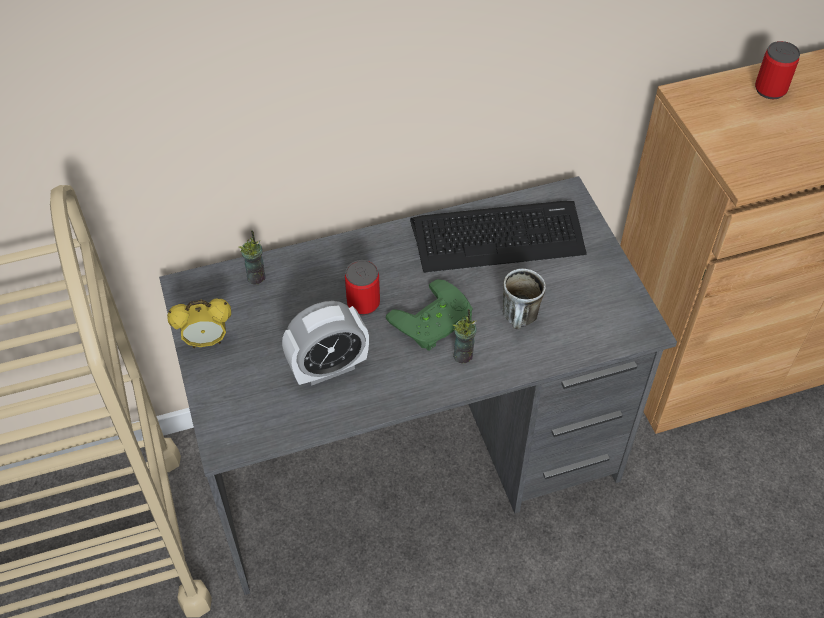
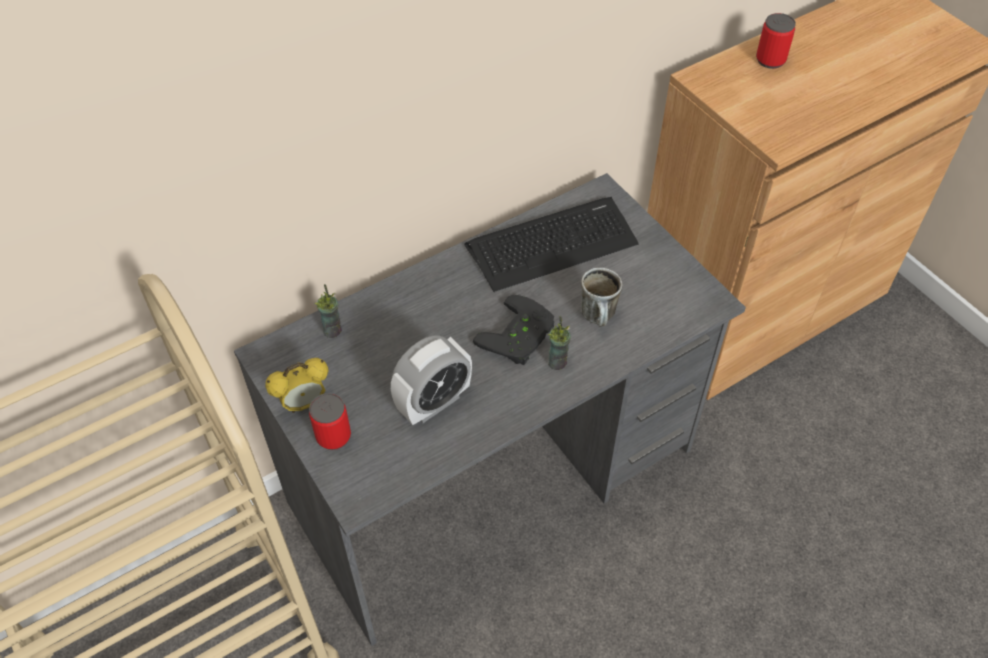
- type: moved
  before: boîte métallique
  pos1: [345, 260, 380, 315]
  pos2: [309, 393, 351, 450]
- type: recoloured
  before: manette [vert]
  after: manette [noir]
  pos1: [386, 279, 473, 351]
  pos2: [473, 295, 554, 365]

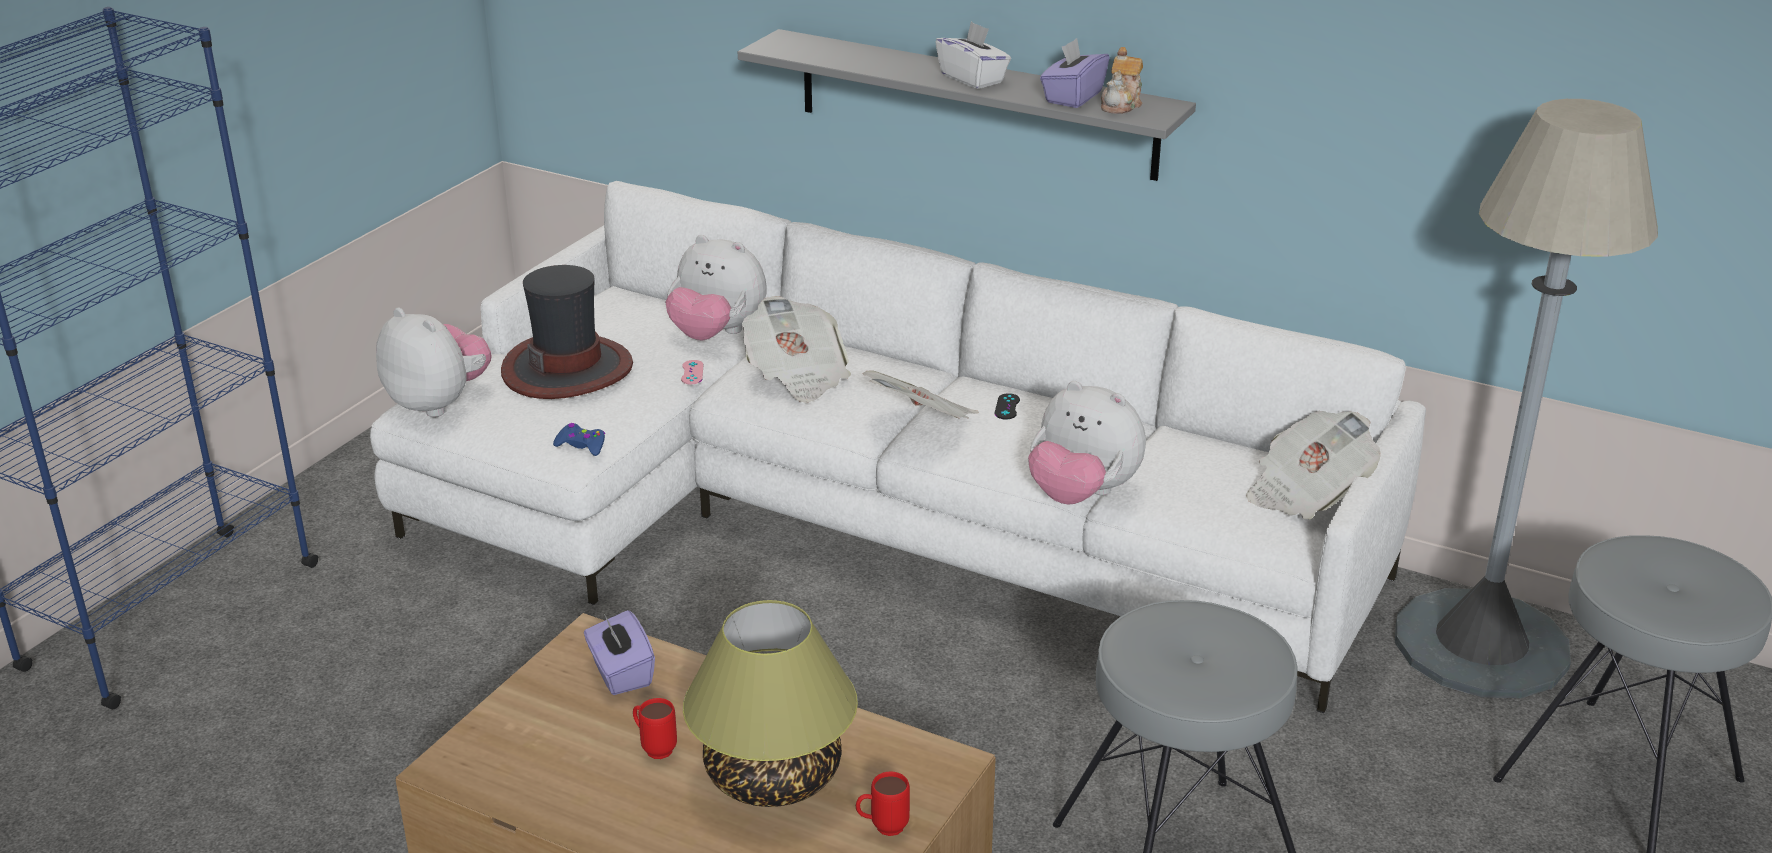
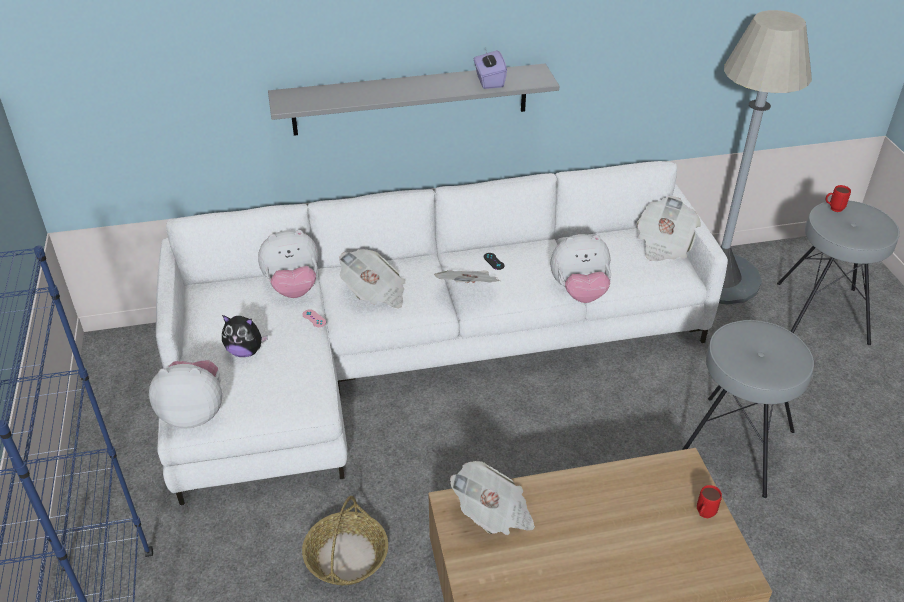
- type: removed
  before: manette [bleu]
  pos1: [553, 423, 605, 456]
- type: removed
  before: lampe de table
  pos1: [683, 600, 858, 807]
- type: removed
  before: boîte à mouchoirs [blanc]
  pos1: [935, 21, 1011, 89]
- type: removed
  before: théière
  pos1: [1101, 47, 1143, 114]
- type: added
  after: panier
  pos2: [302, 496, 388, 585]
- type: moved
  before: mug [rouge]
  pos1: [633, 698, 677, 759]
  pos2: [826, 185, 851, 212]
- type: replaced
  before: chapeau
  after: peluche
  pos1: [501, 265, 633, 399]
  pos2: [222, 315, 268, 357]
- type: replaced
  before: boîte à mouchoirs [violet]
  after: journal
  pos1: [584, 610, 655, 695]
  pos2: [450, 461, 535, 535]

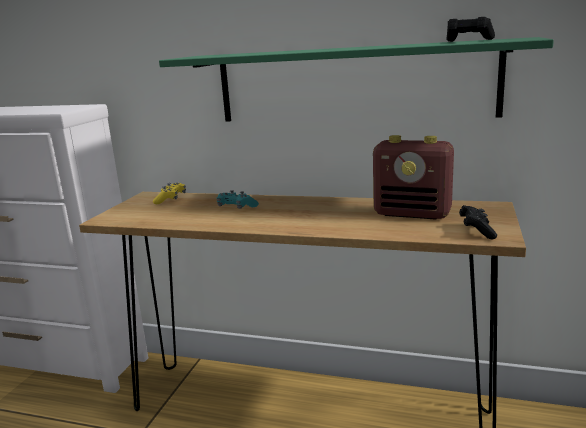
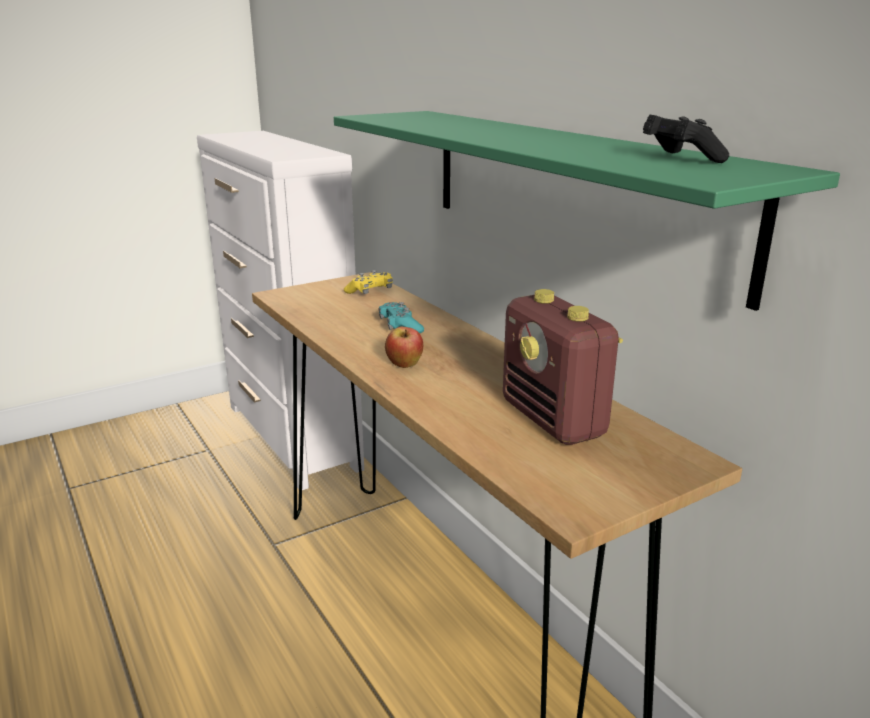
- type: removed
  before: manette [noir]
  pos1: [459, 205, 497, 239]
- type: added
  after: pomme
  pos2: [385, 327, 423, 368]

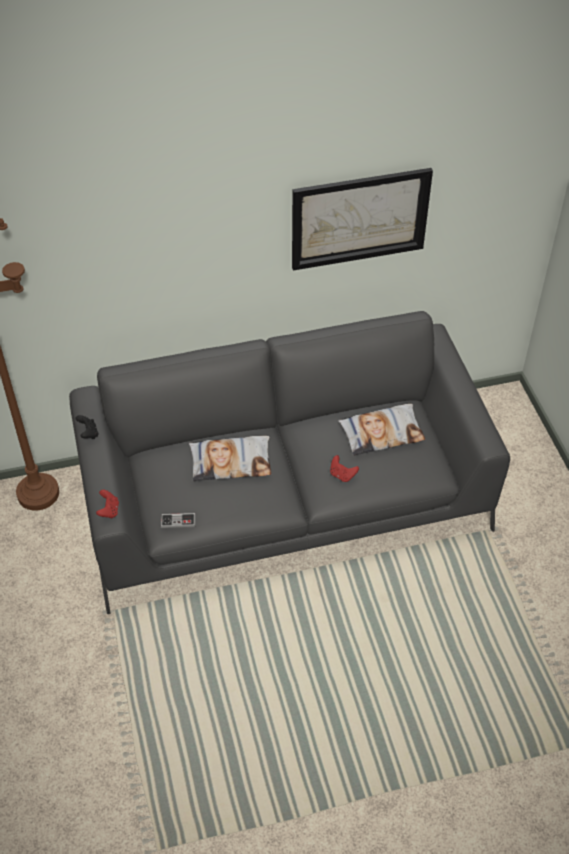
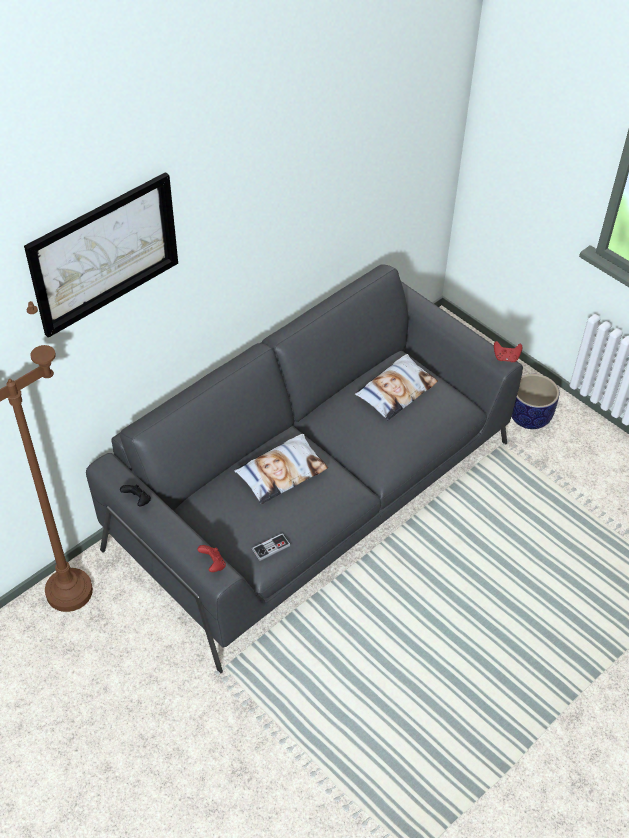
- type: added
  after: cache-pot
  pos2: [511, 374, 559, 429]
- type: moved
  before: tableau
  pos1: [292, 168, 433, 271]
  pos2: [24, 172, 178, 338]
- type: moved
  before: manette [rouge]
  pos1: [330, 455, 359, 482]
  pos2: [494, 341, 522, 362]

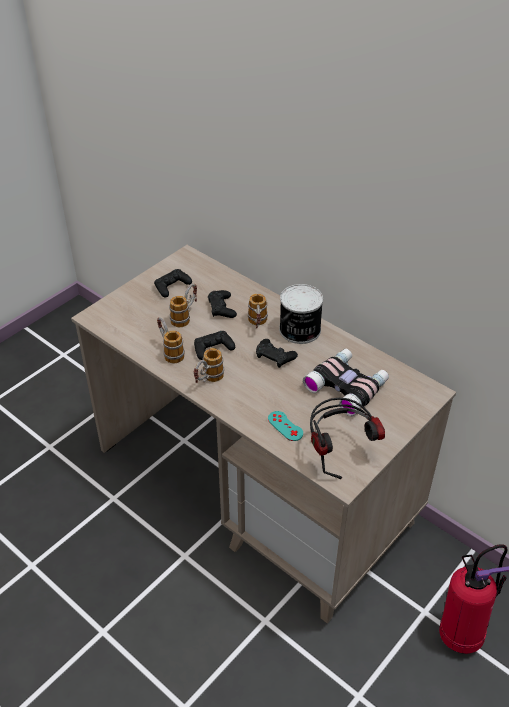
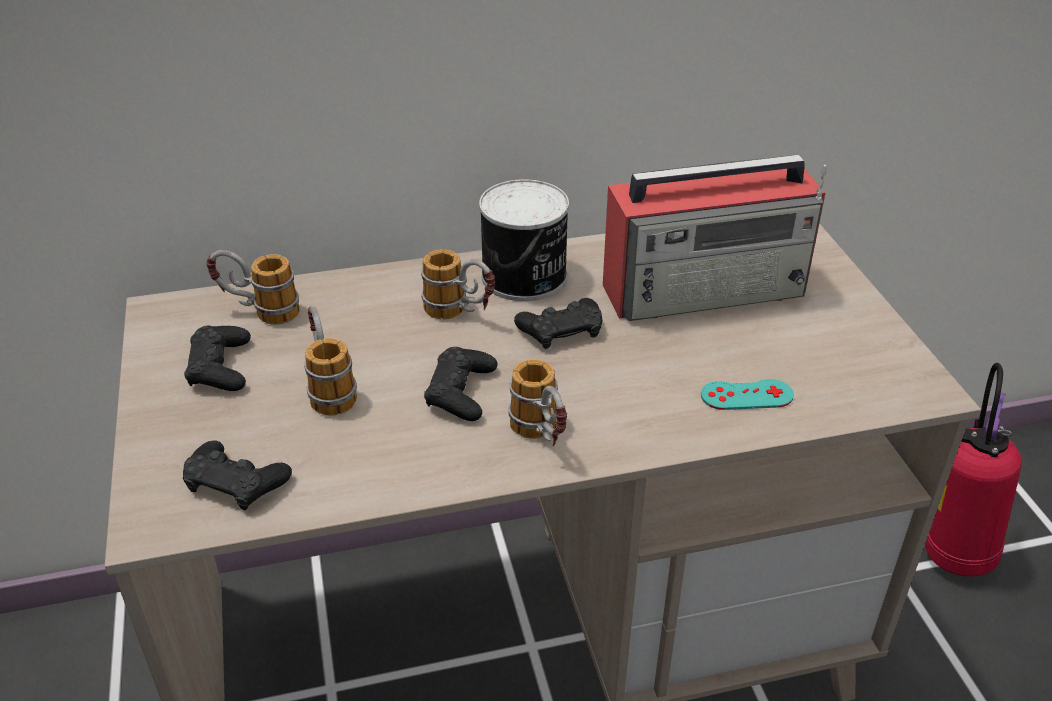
- type: removed
  before: casque audio
  pos1: [310, 398, 385, 479]
- type: moved
  before: mug
  pos1: [157, 317, 185, 363]
  pos2: [206, 250, 300, 325]
- type: moved
  before: manette [noir]
  pos1: [208, 290, 237, 318]
  pos2: [183, 440, 292, 511]
- type: replaced
  before: jumelles
  after: radio
  pos1: [303, 349, 389, 416]
  pos2: [603, 155, 827, 321]

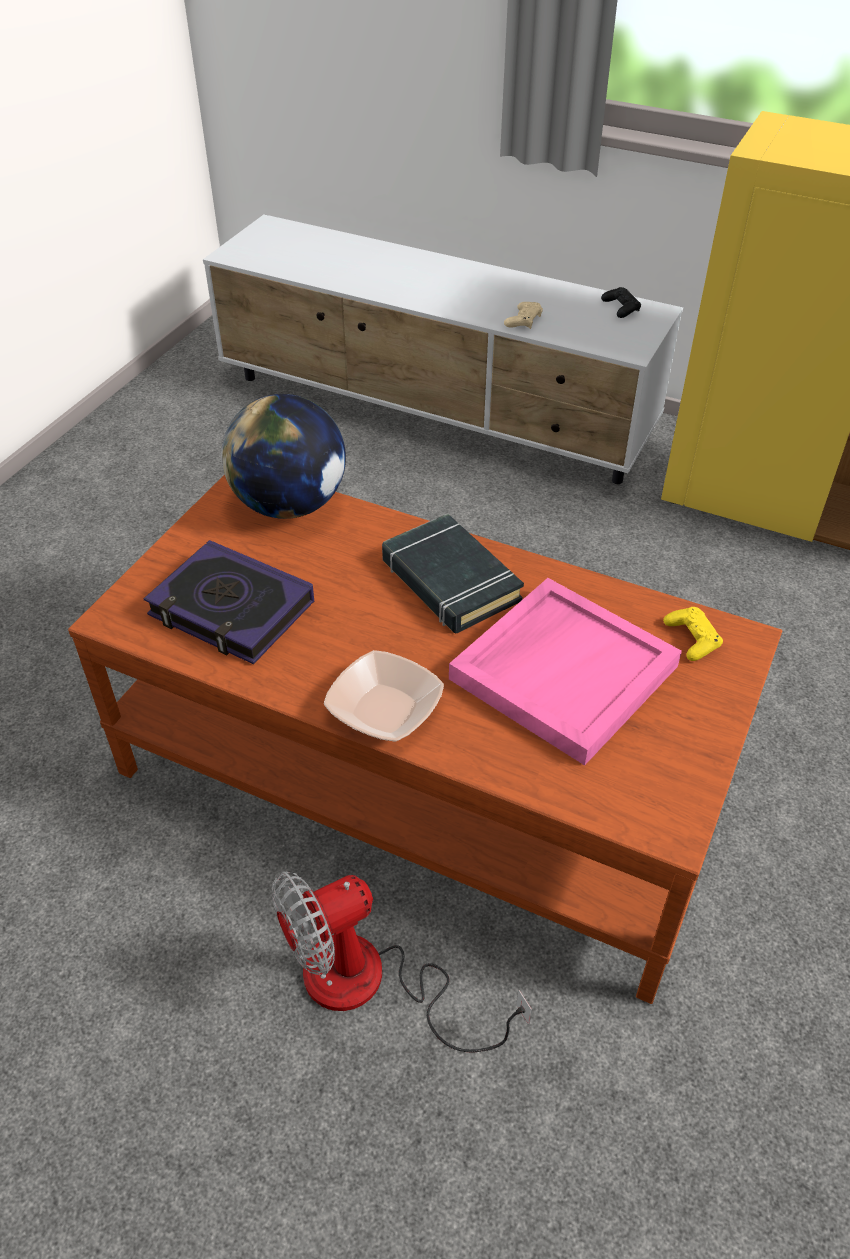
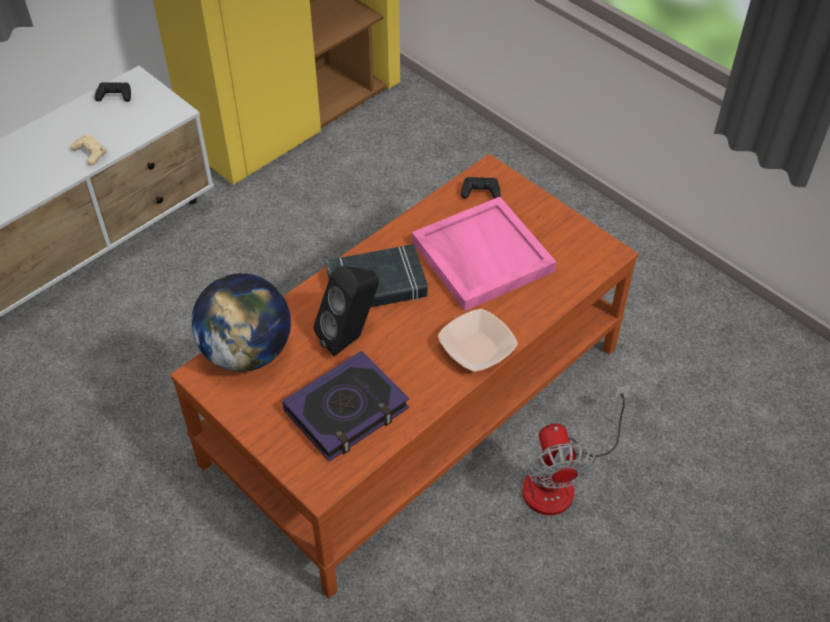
- type: added
  after: enceinte [noir]
  pos2: [313, 266, 379, 356]
- type: recoloured
  before: manette [jaune]
  after: manette [noir]
  pos1: [663, 607, 723, 661]
  pos2: [461, 177, 501, 199]

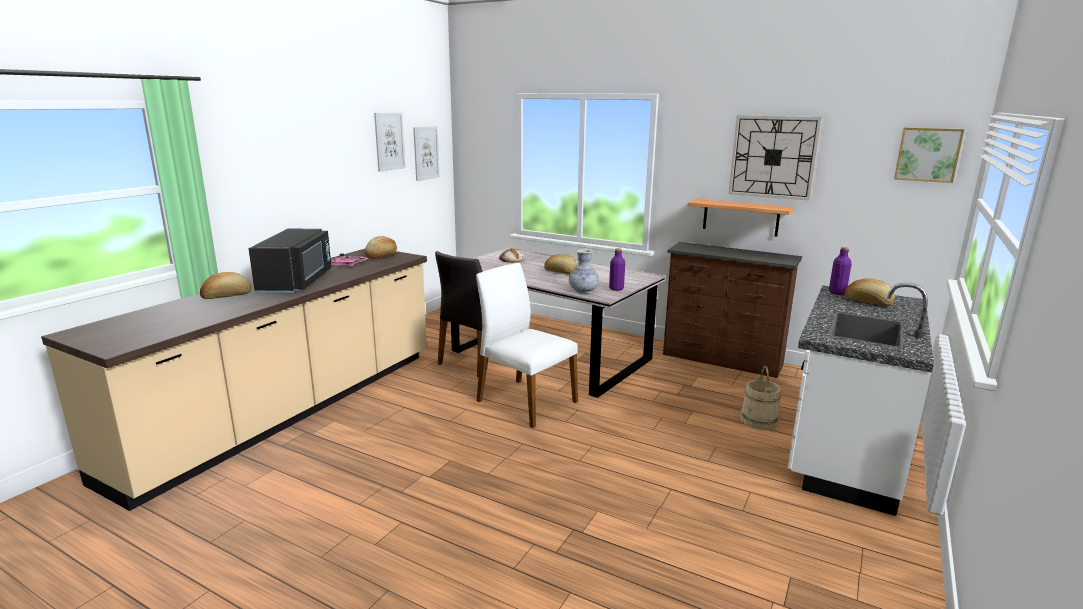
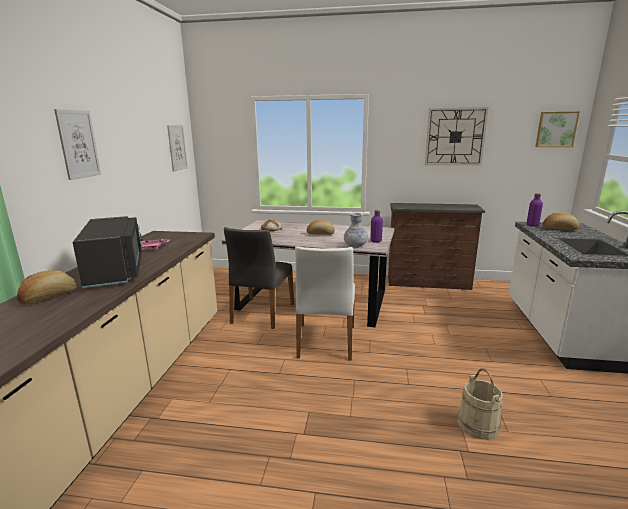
- type: removed
  before: pain
  pos1: [364, 236, 397, 259]
- type: removed
  before: étagère
  pos1: [688, 199, 794, 237]
- type: moved
  before: tableau
  pos1: [374, 112, 406, 171]
  pos2: [54, 109, 101, 180]
- type: moved
  before: seau [beige]
  pos1: [740, 366, 781, 430]
  pos2: [458, 368, 503, 440]
- type: turned
  before: chaise [blanc]
  pos1: [476, 263, 578, 428]
  pos2: [295, 246, 355, 360]
  turn: -105

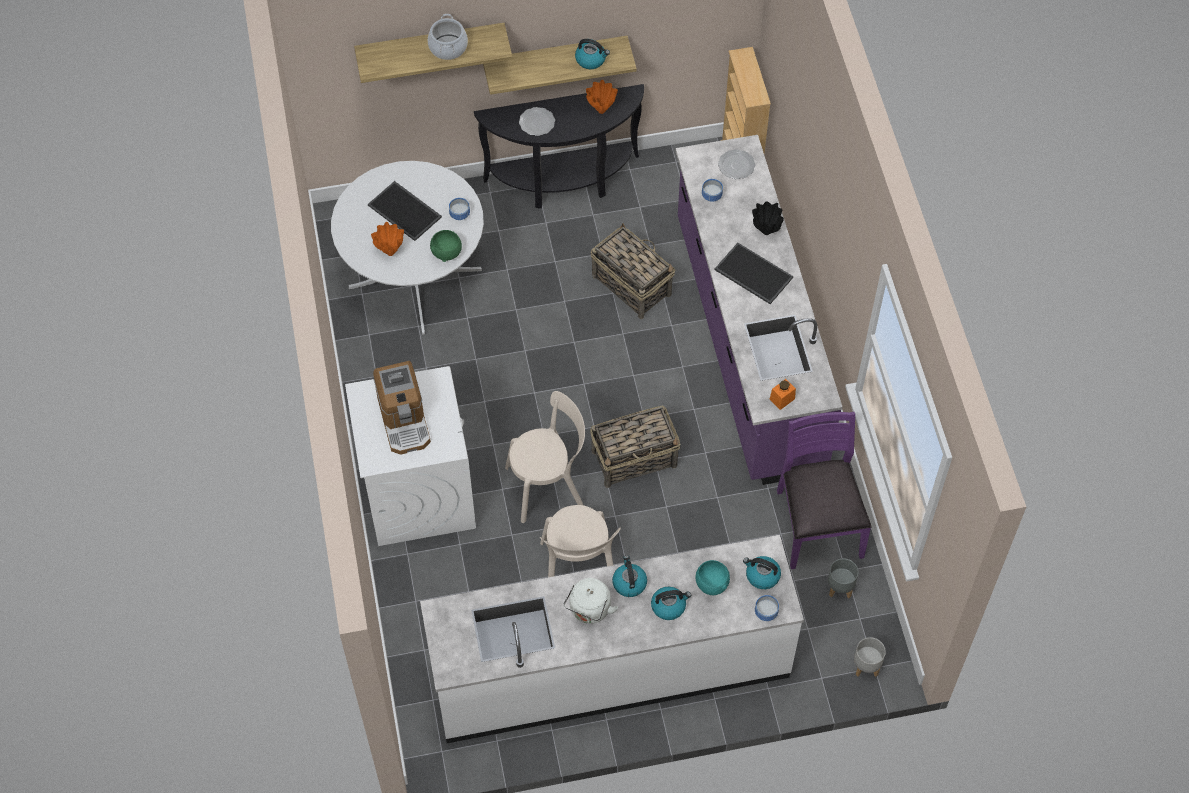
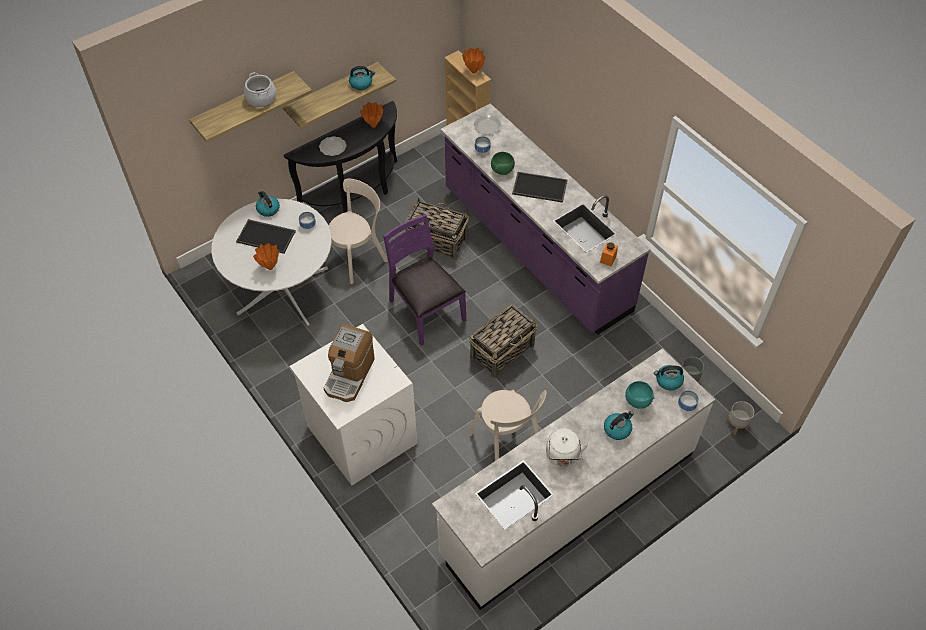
- type: removed
  before: vase [noir]
  pos1: [752, 201, 784, 235]
- type: added
  after: vase [orange]
  pos2: [462, 48, 485, 74]
- type: moved
  before: bol [vert]
  pos1: [430, 230, 462, 262]
  pos2: [491, 152, 515, 175]
- type: moved
  before: chaise [beige]
  pos1: [505, 391, 585, 523]
  pos2: [329, 178, 388, 284]
- type: moved
  before: bouilloire
  pos1: [612, 555, 647, 597]
  pos2: [256, 191, 280, 217]
- type: moved
  before: chaise [violet]
  pos1: [777, 412, 872, 569]
  pos2: [383, 214, 466, 346]
- type: turned
  before: machine à café
  pos1: [373, 361, 431, 455]
  pos2: [323, 324, 375, 402]
  turn: 60

